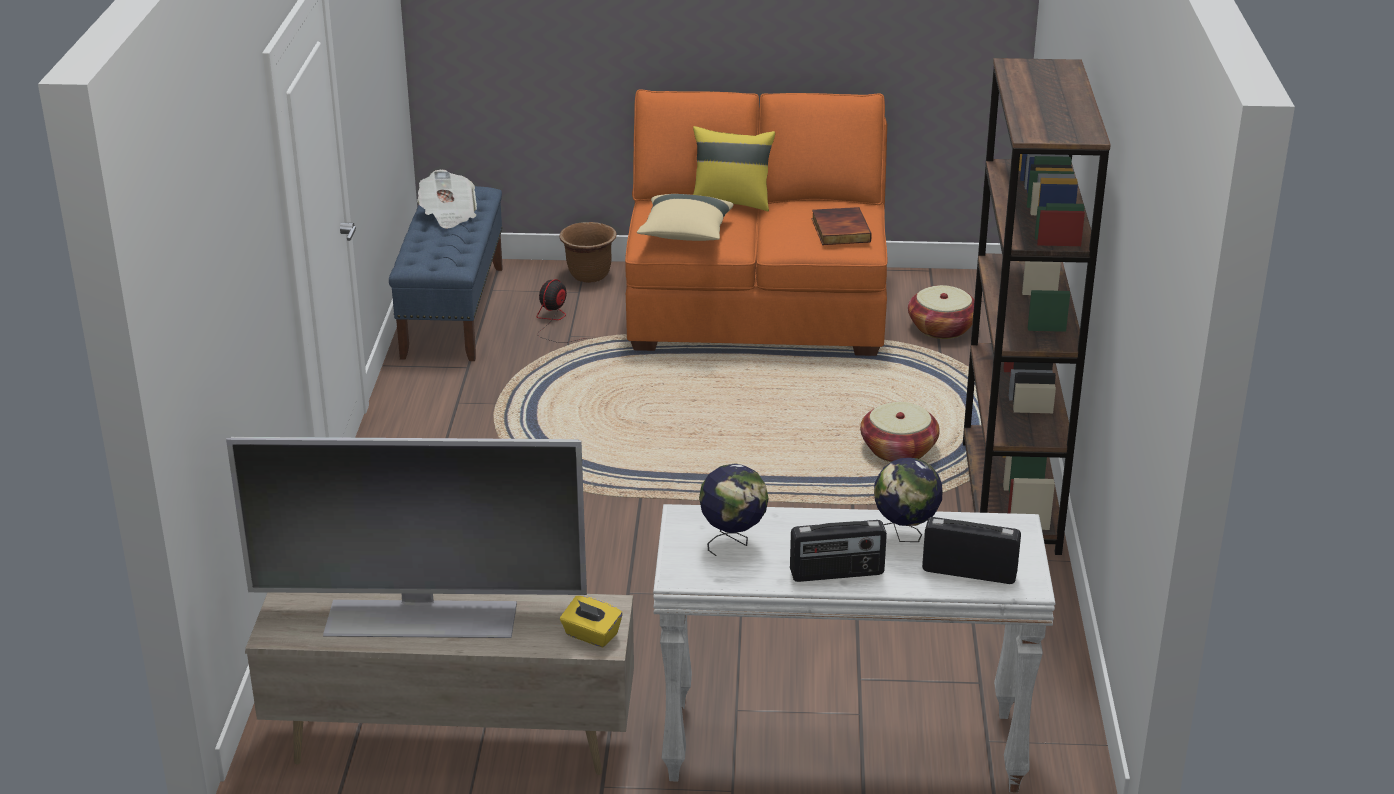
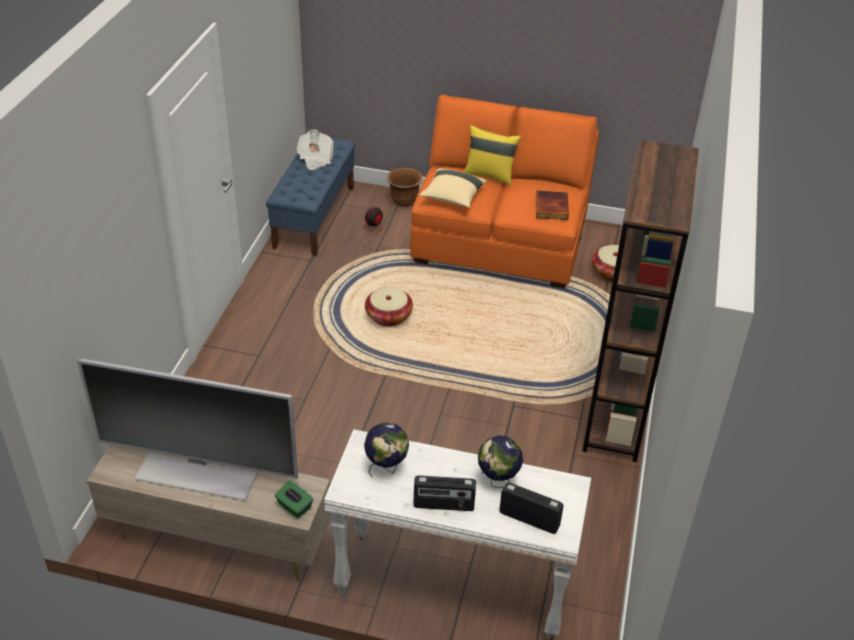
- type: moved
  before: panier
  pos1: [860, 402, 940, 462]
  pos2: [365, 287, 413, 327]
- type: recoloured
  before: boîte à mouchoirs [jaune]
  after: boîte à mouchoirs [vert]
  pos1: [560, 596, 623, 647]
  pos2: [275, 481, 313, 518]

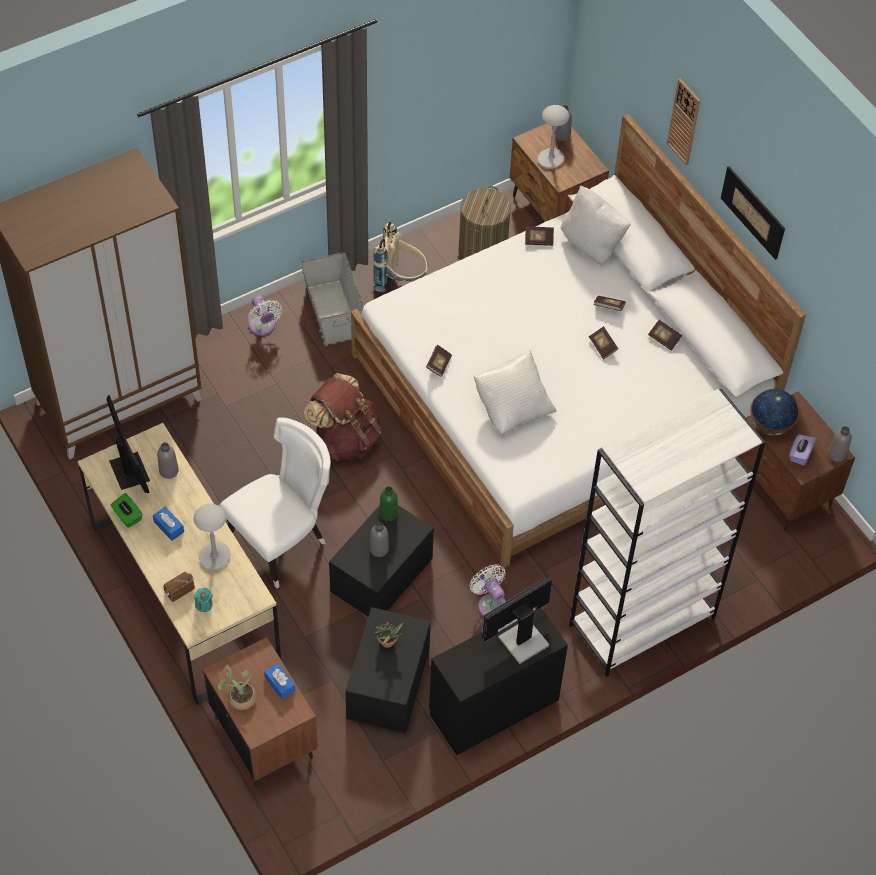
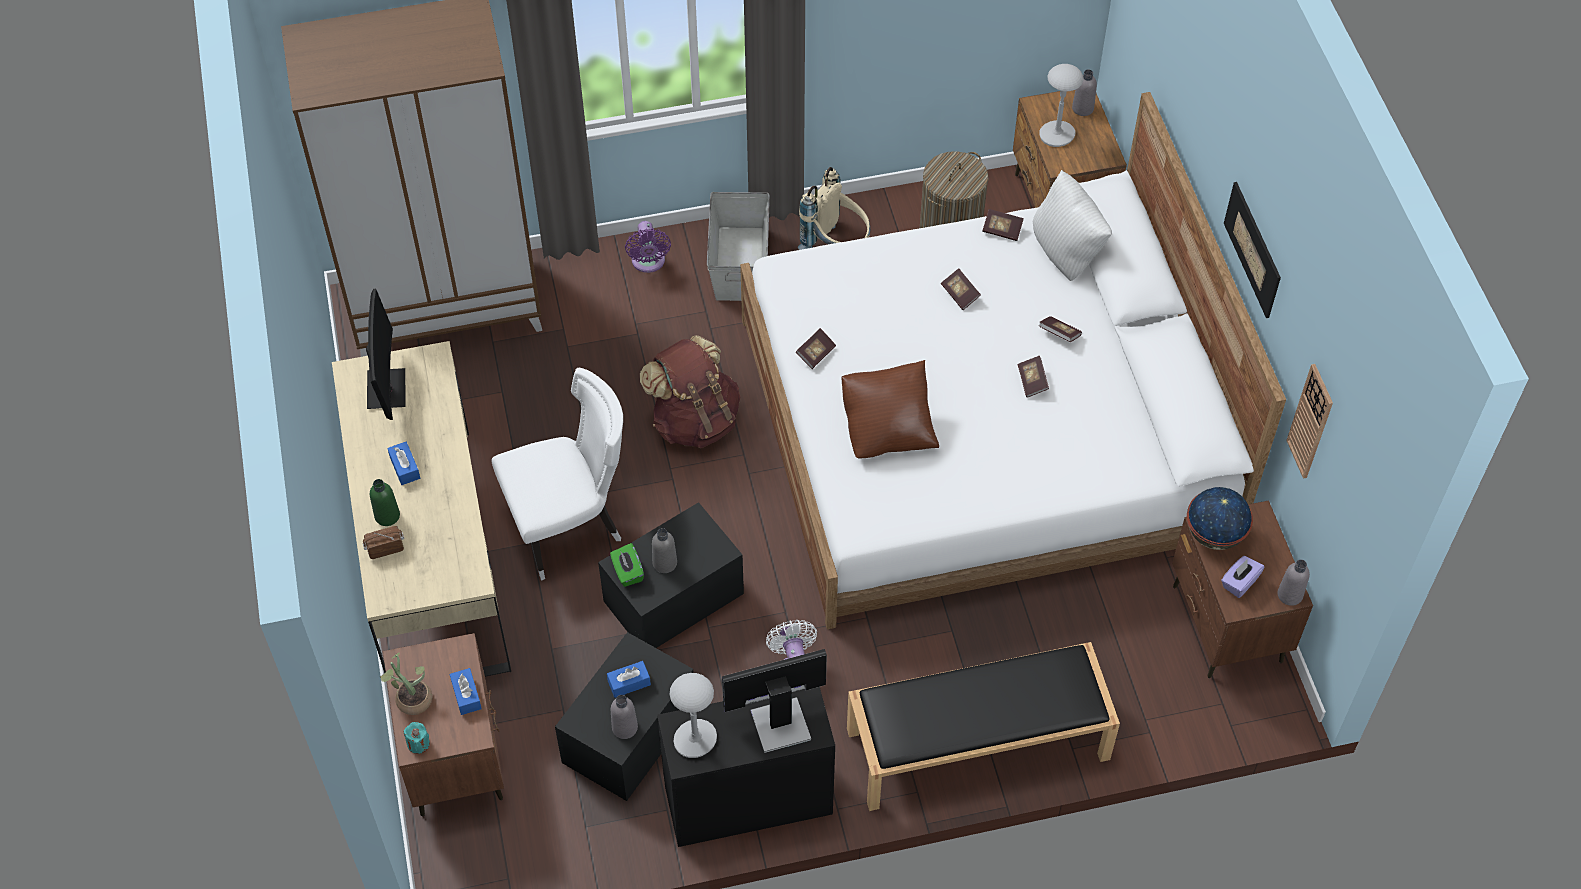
- type: moved
  before: boîte à mouchoirs [vert]
  pos1: [111, 493, 142, 528]
  pos2: [610, 543, 644, 587]
- type: moved
  before: bouteille [gris]
  pos1: [157, 442, 179, 479]
  pos2: [611, 695, 638, 739]
- type: moved
  before: lampe de table [gris]
  pos1: [193, 504, 231, 570]
  pos2: [669, 673, 717, 758]
- type: moved
  before: bougie [turquoise]
  pos1: [194, 588, 213, 612]
  pos2: [404, 722, 430, 754]
- type: moved
  before: bouteille [vert]
  pos1: [379, 487, 398, 521]
  pos2: [370, 479, 400, 526]
- type: moved
  before: livre
  pos1: [648, 320, 682, 351]
  pos2: [941, 268, 981, 310]
- type: moved
  before: horloge murale
  pos1: [667, 78, 700, 165]
  pos2: [1286, 364, 1333, 479]
- type: replaced
  before: plante en pot
  after: boîte à mouchoirs [bleu]
  pos1: [374, 622, 404, 648]
  pos2: [607, 661, 651, 698]
- type: replaced
  before: bibliothèque [blanc]
  after: banc [noir]
  pos1: [569, 389, 766, 677]
  pos2: [847, 642, 1120, 811]
- type: recoloured
  before: ventilateur [blanc]
  after: ventilateur [violet]
  pos1: [248, 295, 282, 336]
  pos2: [625, 221, 671, 273]
- type: recoloured
  before: coussin [blanc]
  after: coussin [marron]
  pos1: [474, 349, 556, 434]
  pos2: [841, 360, 939, 459]

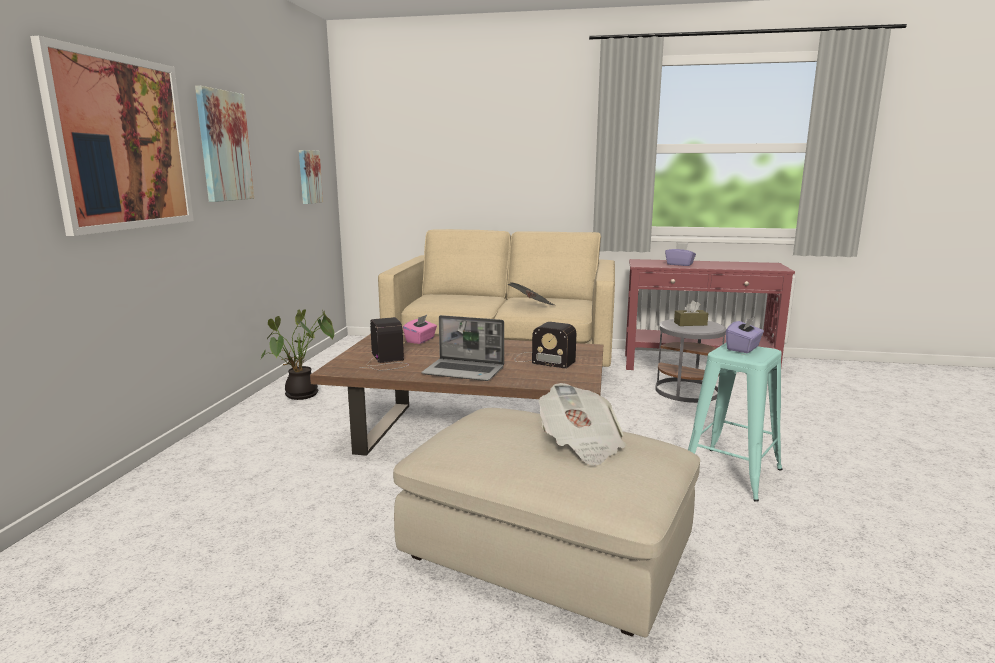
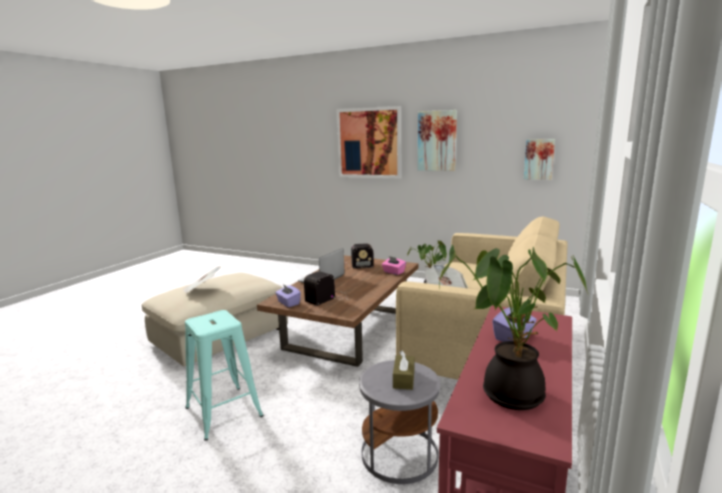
- type: added
  after: plante en pot
  pos2: [439, 244, 589, 410]
- type: moved
  before: boîte à mouchoirs [violet]
  pos1: [726, 316, 764, 353]
  pos2: [275, 284, 301, 307]

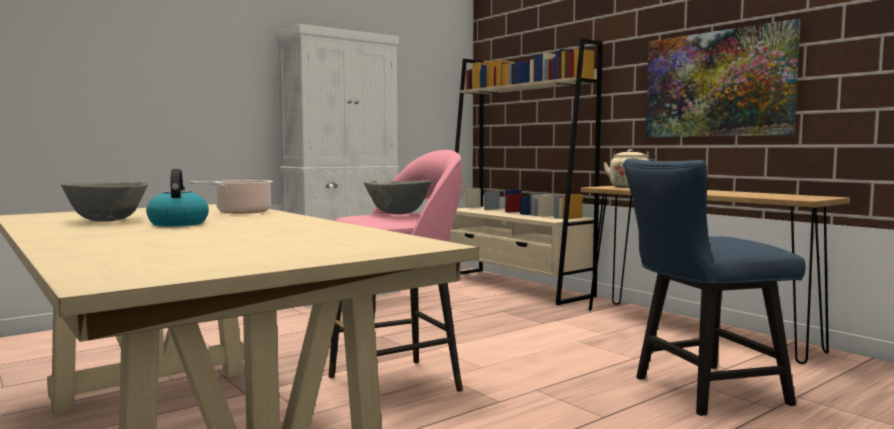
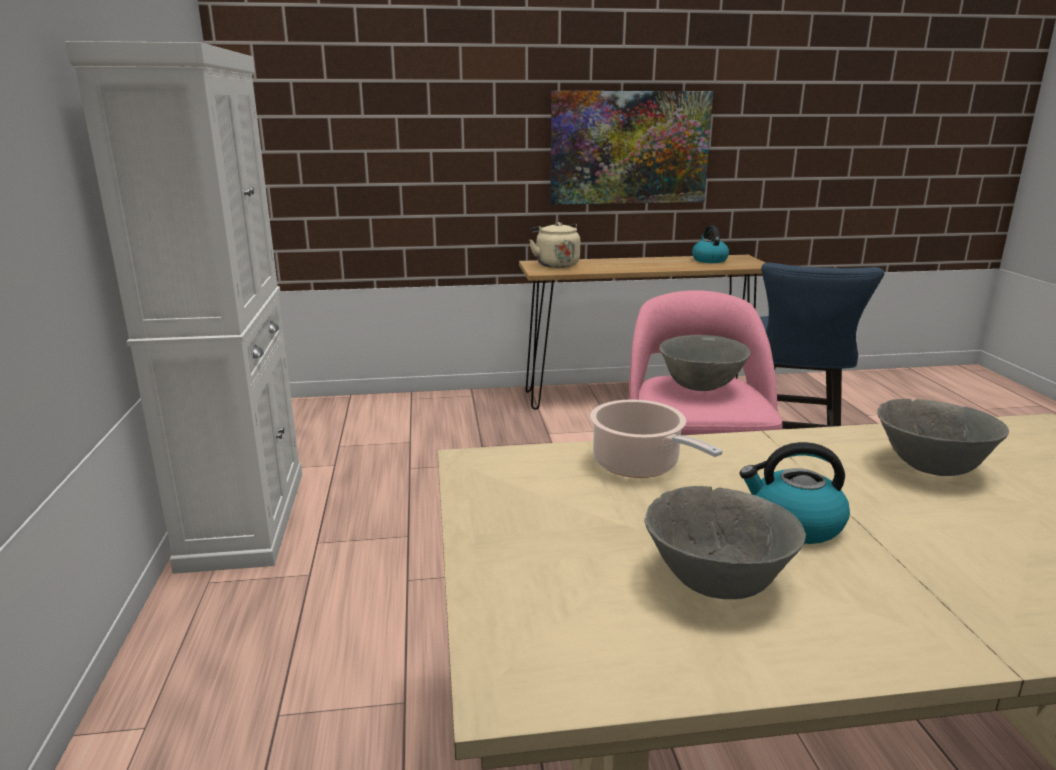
- type: removed
  before: bibliothèque [beige]
  pos1: [450, 38, 603, 305]
- type: added
  after: bouilloire
  pos2: [692, 225, 729, 263]
- type: added
  after: bol [gris]
  pos2: [877, 399, 1009, 476]

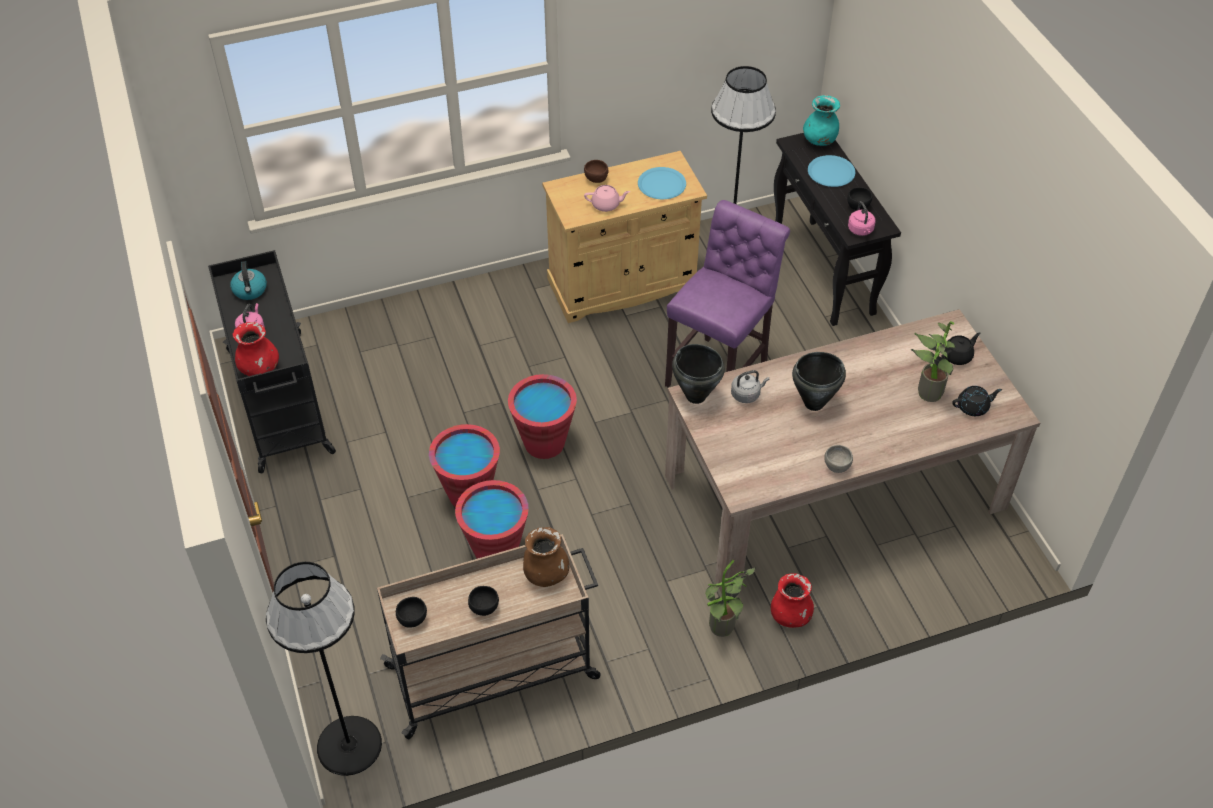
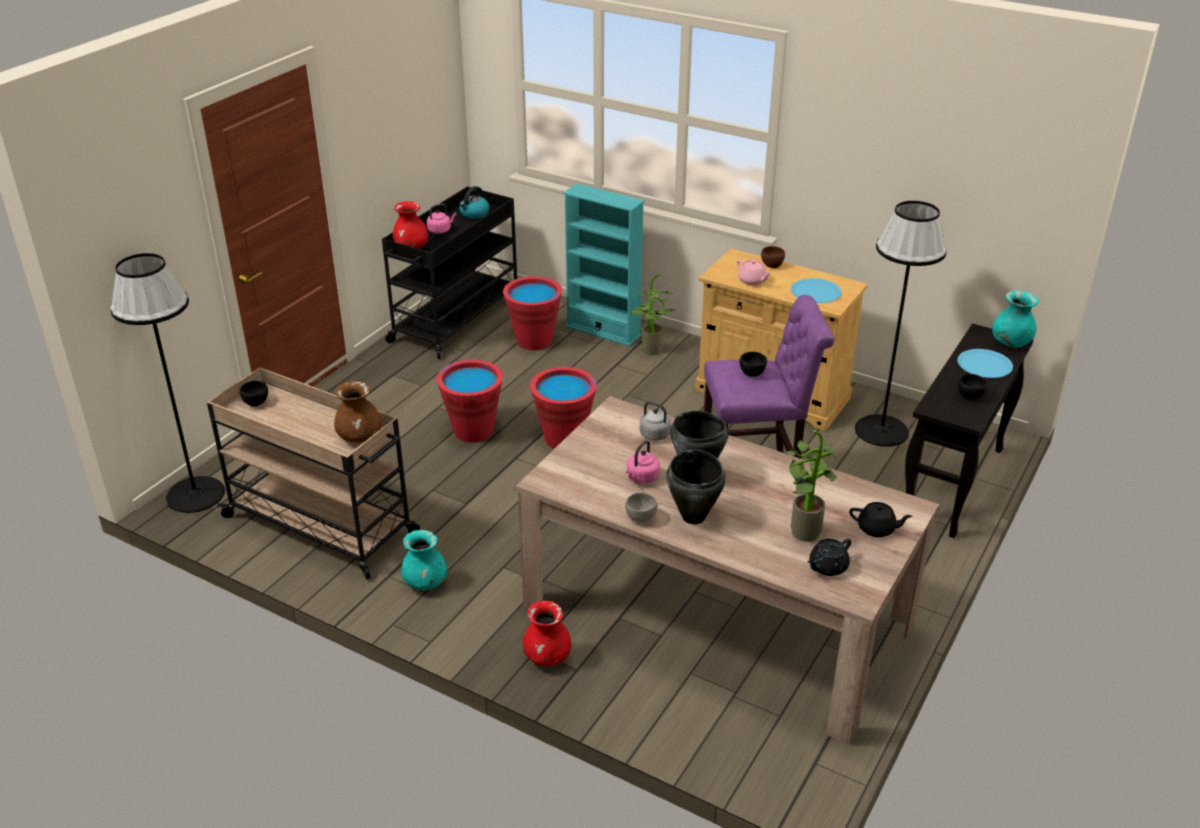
- type: added
  after: vase [turquoise]
  pos2: [401, 530, 447, 590]
- type: added
  after: bibliothèque [turquoise]
  pos2: [563, 184, 645, 346]
- type: moved
  before: seau [rouge]
  pos1: [455, 480, 529, 559]
  pos2: [503, 276, 562, 350]
- type: moved
  before: bol [noir]
  pos1: [468, 586, 499, 616]
  pos2: [739, 352, 767, 377]
- type: moved
  before: marmite [noir]
  pos1: [672, 344, 725, 404]
  pos2: [666, 449, 726, 524]
- type: moved
  before: plante en pot
  pos1: [705, 560, 756, 637]
  pos2: [629, 273, 676, 355]
- type: moved
  before: bouilloire [rose]
  pos1: [848, 201, 876, 236]
  pos2: [626, 440, 660, 484]
- type: turned
  before: théière [noir]
  pos1: [952, 386, 1002, 416]
  pos2: [807, 539, 851, 576]
  turn: 105

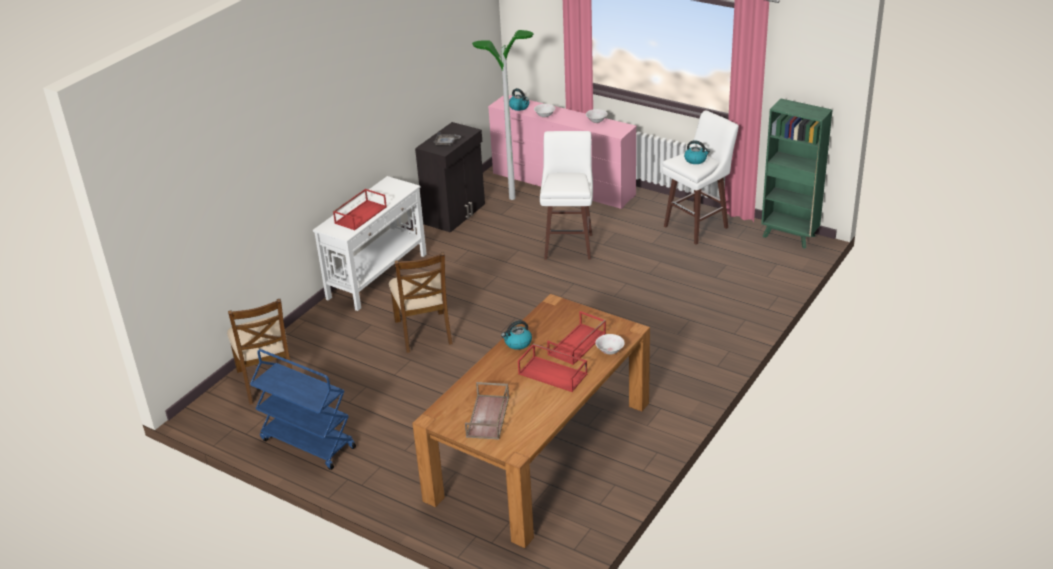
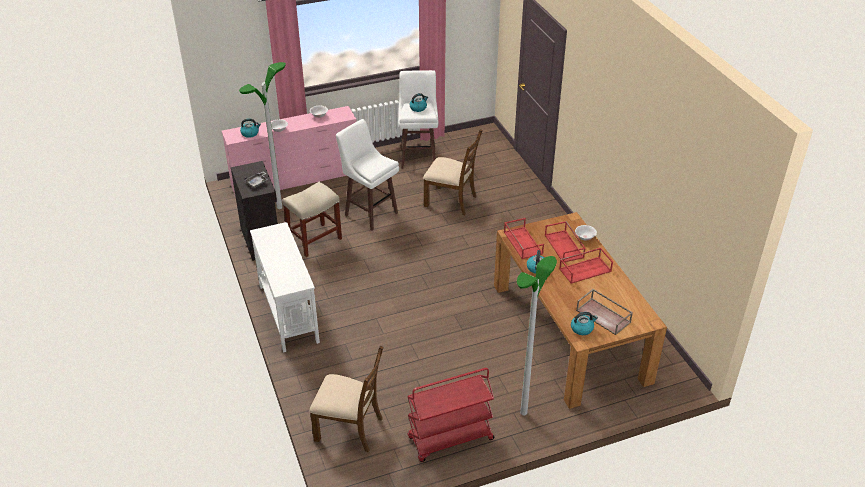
- type: removed
  before: bibliothèque [vert]
  pos1: [761, 98, 832, 249]
- type: added
  after: tabouret [beige]
  pos2: [282, 181, 342, 257]
- type: added
  after: lampadaire
  pos2: [517, 256, 557, 415]
- type: added
  after: bouilloire
  pos2: [571, 312, 598, 335]
- type: moved
  before: plateau [rouge]
  pos1: [333, 189, 387, 230]
  pos2: [504, 218, 544, 259]
- type: moved
  before: chaise [marron]
  pos1: [389, 252, 453, 353]
  pos2: [423, 129, 483, 215]
- type: recoloured
  before: chariot [bleu]
  after: chariot [rouge]
  pos1: [250, 349, 356, 470]
  pos2: [407, 368, 494, 462]

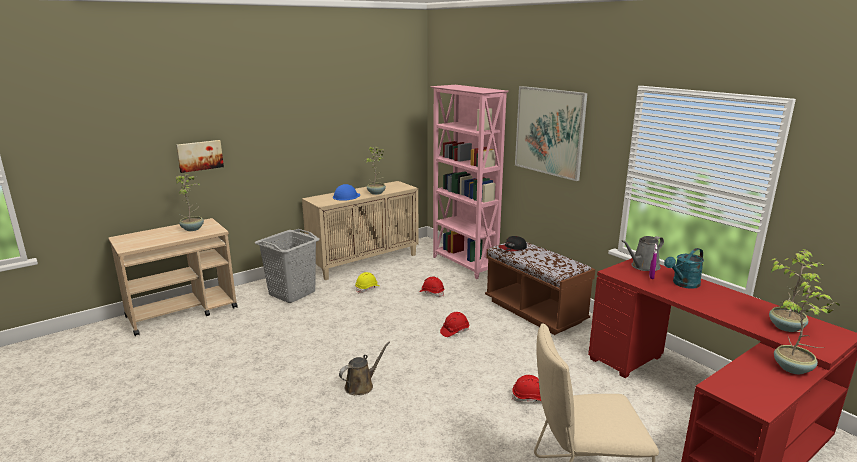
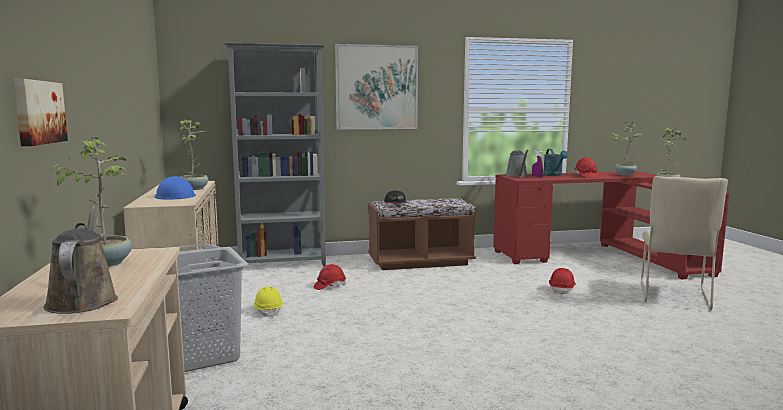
- type: moved
  before: arrosoir [marron]
  pos1: [339, 342, 390, 395]
  pos2: [44, 206, 118, 314]
- type: moved
  before: casque de chantier [rouge]
  pos1: [440, 312, 469, 337]
  pos2: [574, 157, 599, 178]
- type: recoloured
  before: bibliothèque [rose]
  after: bibliothèque [gris]
  pos1: [430, 85, 509, 279]
  pos2: [224, 43, 326, 269]

